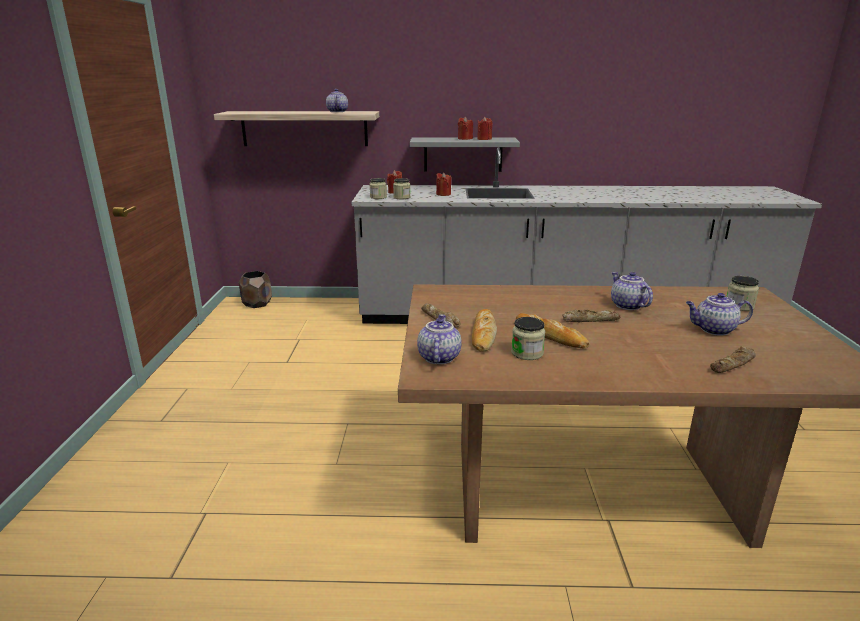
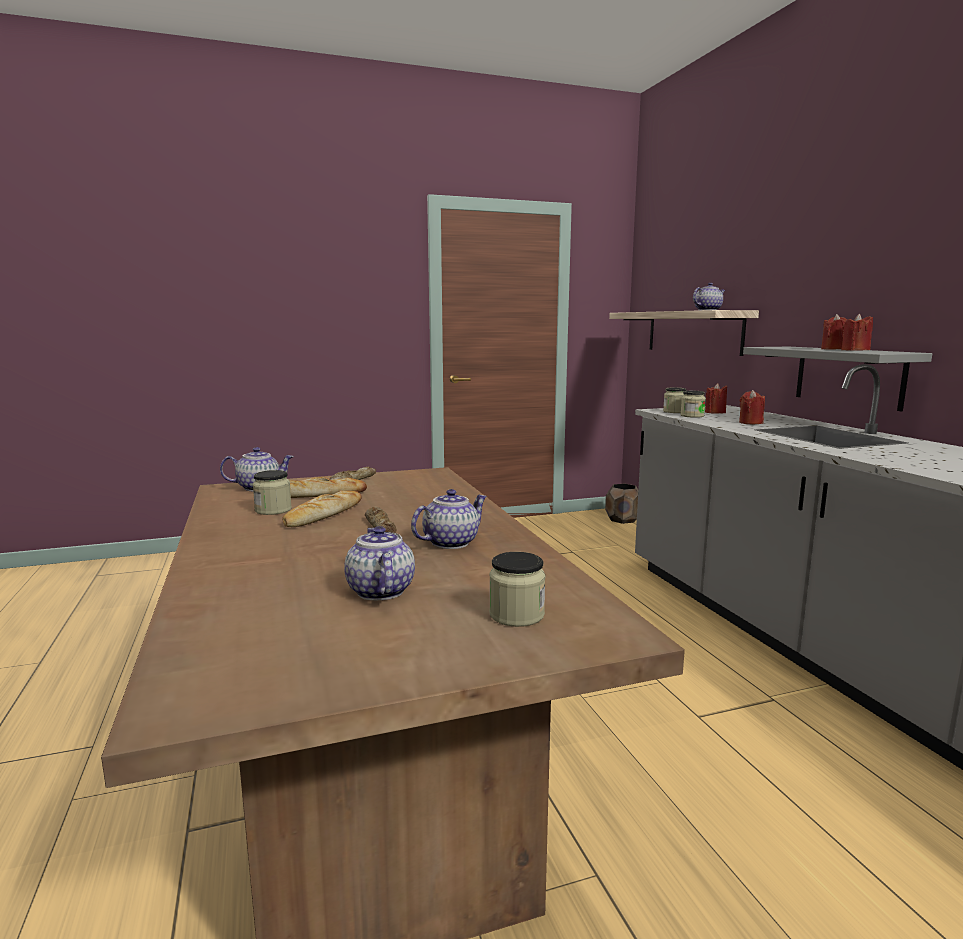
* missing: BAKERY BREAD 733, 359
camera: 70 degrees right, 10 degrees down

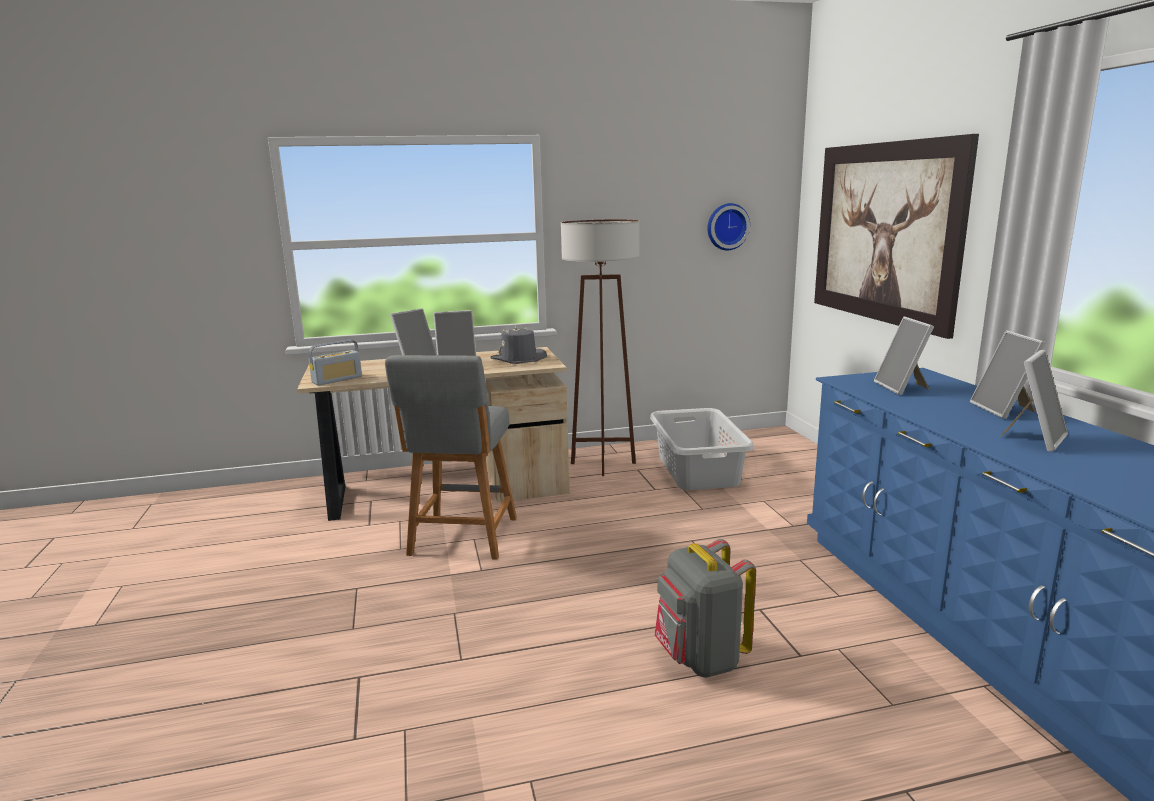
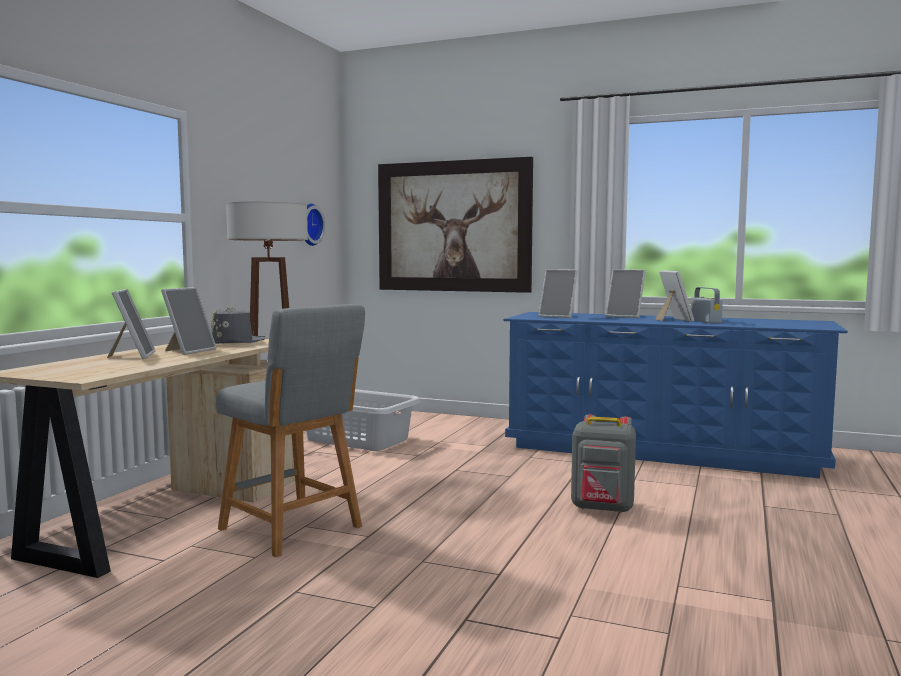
* relocated: RADIO 335, 363 to 707, 305
camera: 55 degrees left, 10 degrees down

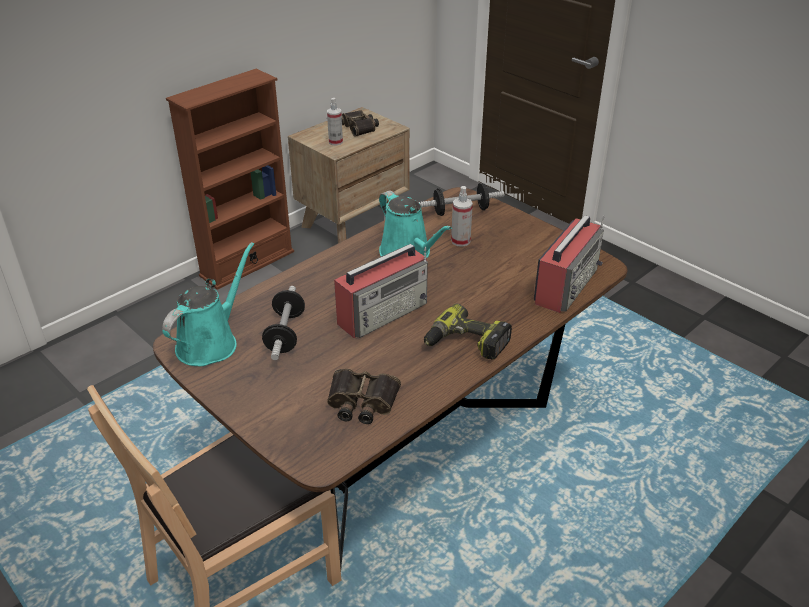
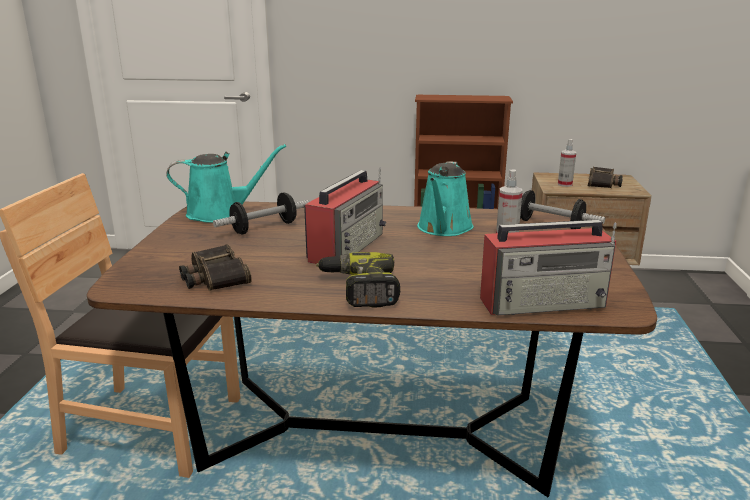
* spun: RADIO 381, 291 = 345, 215 75 degrees counterclockwise
camera: 50 degrees right, 15 degrees down

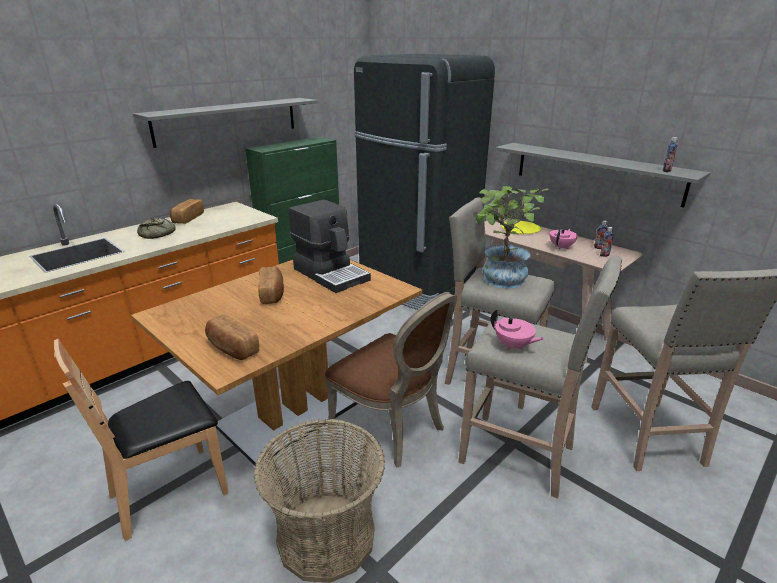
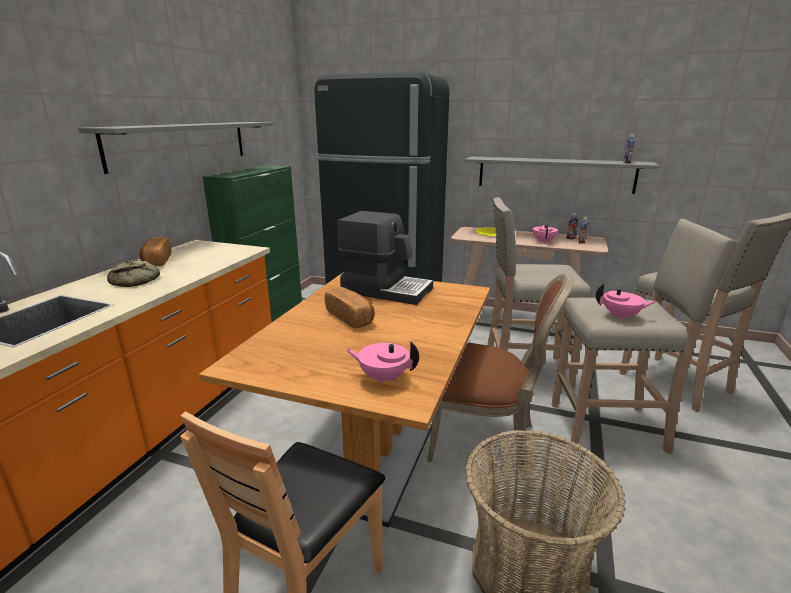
* exchanged: BAKERY BREAD 232, 337 to PINKISH TEAPOT 382, 363
* missing: POTTED PLANT 512, 237
camera: 25 degrees left, 5 degrees down

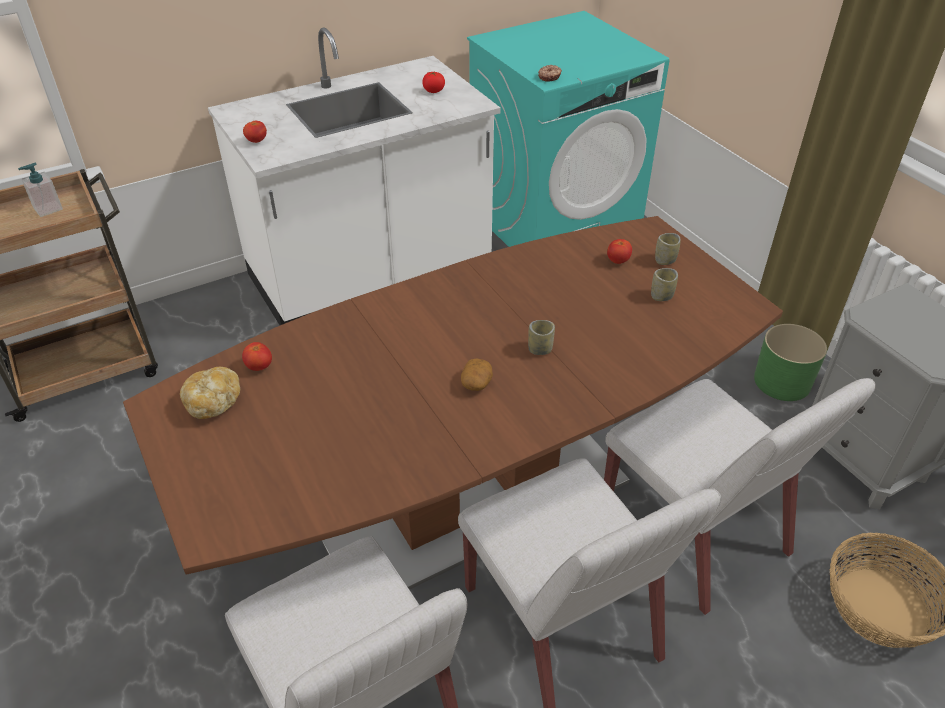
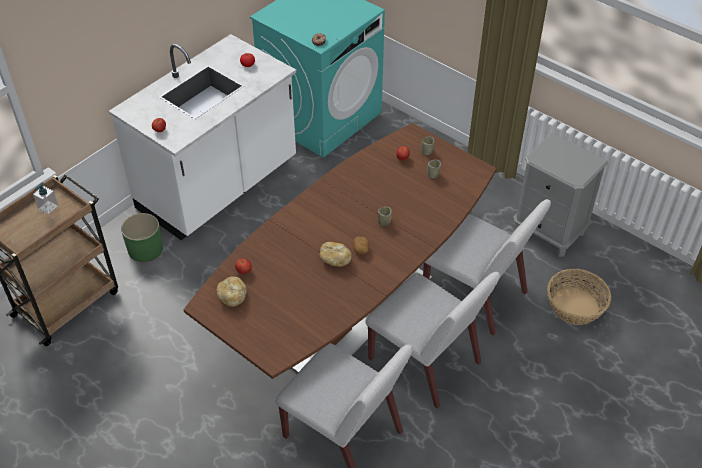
* relocated: GREEN-COLOURED FLOWER POT 790, 362 to 142, 237
* appeared: BAKERY BREAD 336, 254
camera: 20 degrees left, 5 degrees up

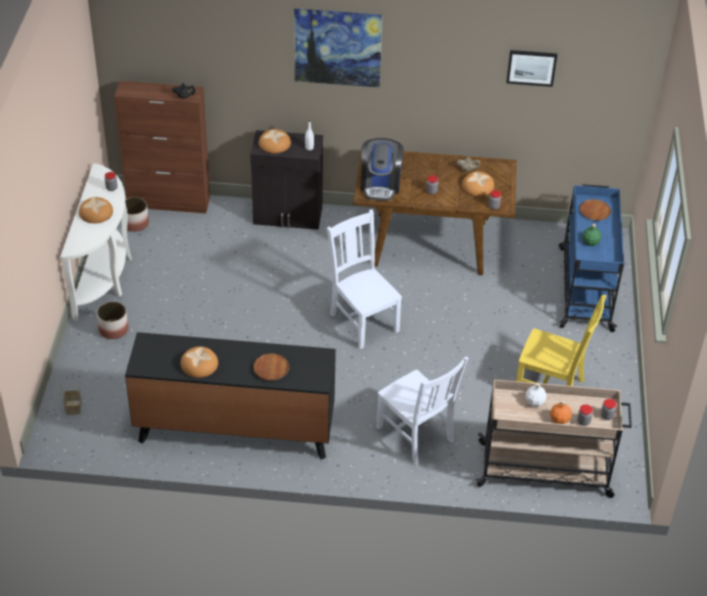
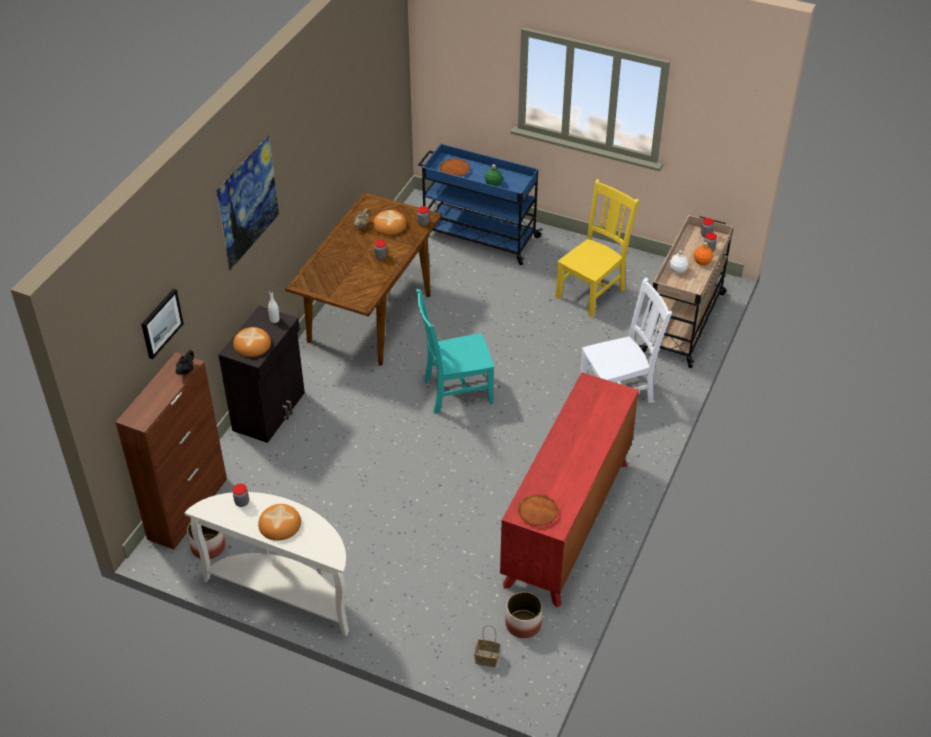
* relocated: FLOWER POT 113, 320 to 524, 614
* colour: BLACK-COLOURED DRESSER 230, 395 to REDDISH DRESSER 569, 490
* missing: BAKERY BREAD 199, 362
* relocated: BROWN PLATE 271, 367 to 538, 510
* colour: WHITISH CHAIR 364, 279 to TURQUOISE CHAIR 455, 351
* missing: COFFEE MAKER 382, 169
* relocated: WALL PICTURE 531, 68 to 162, 324
camera: 70 degrees left, 0 degrees up

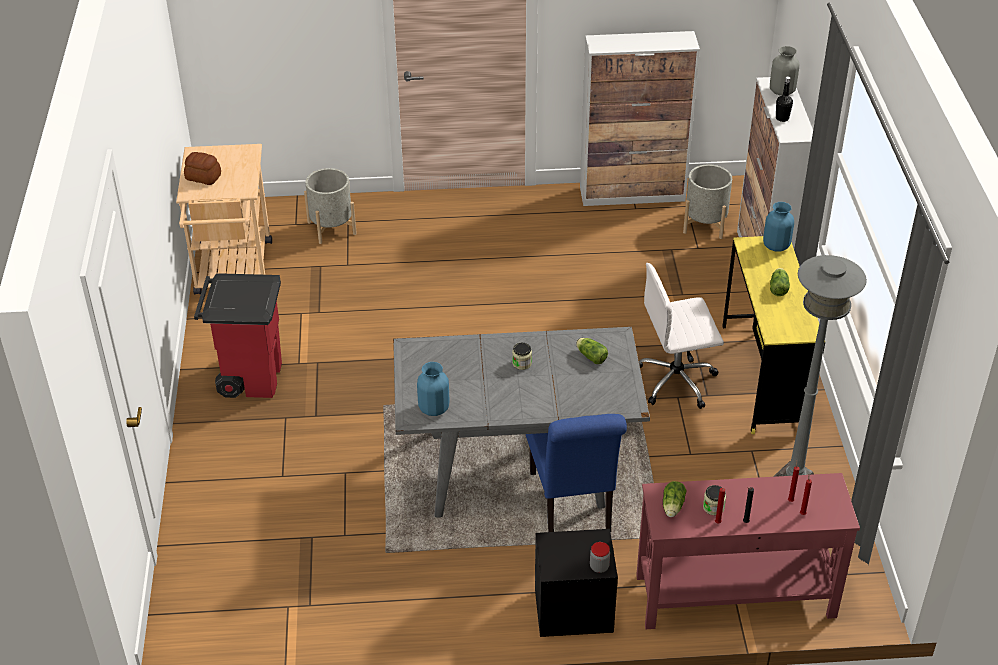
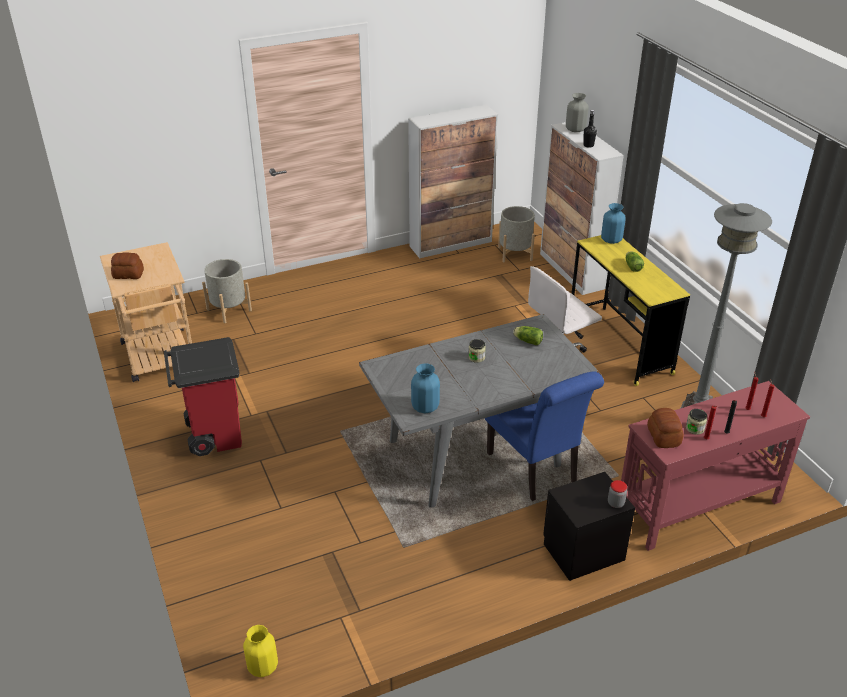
* exchanged: HEAD OF LETTUCE 675, 499 to BAKERY BREAD 665, 428
* appeared: YELLOW DECORATIVE VASE 260, 651
camera: 20 degrees left, 5 degrees down

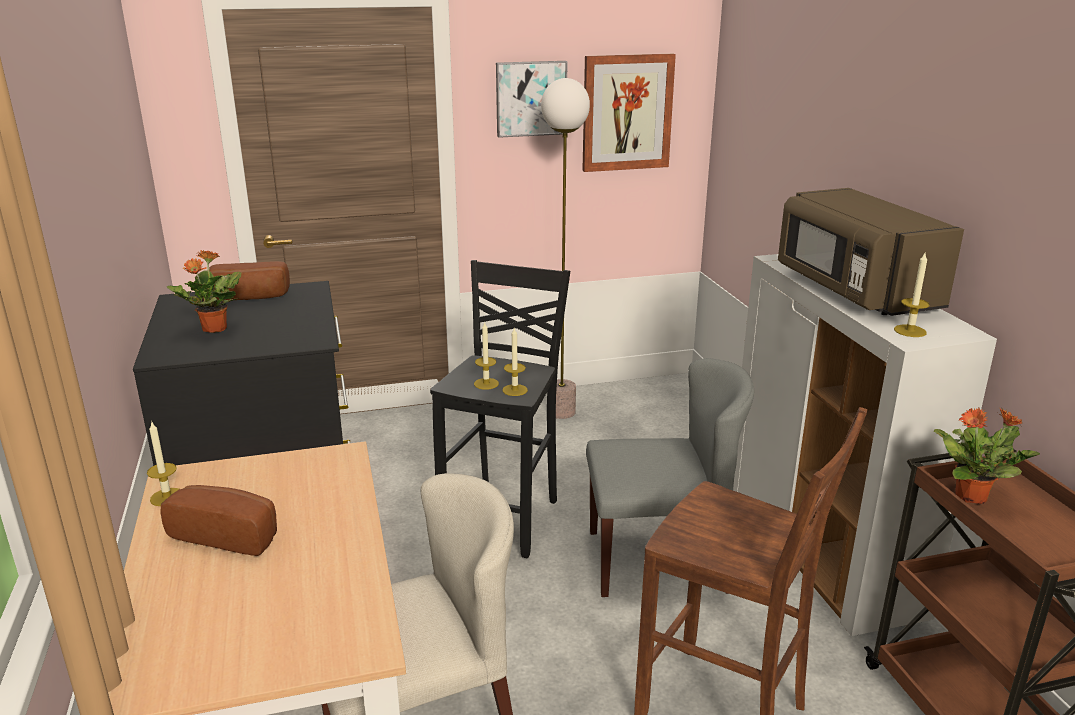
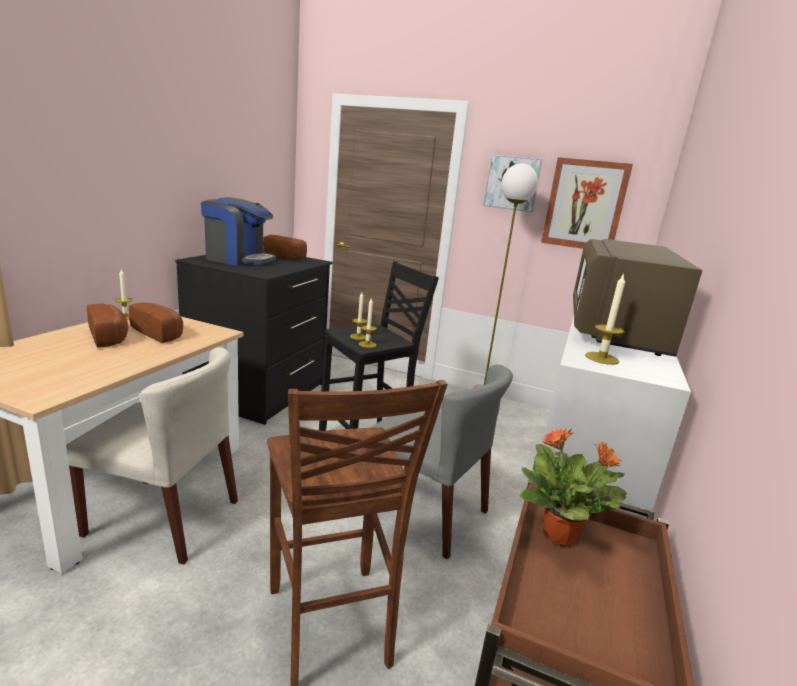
* exchanged: POTTED PLANT 204, 291 to COFFEE MAKER 238, 231
* appeared: BAKERY BREAD 156, 322
camera: 35 degrees right, 5 degrees down

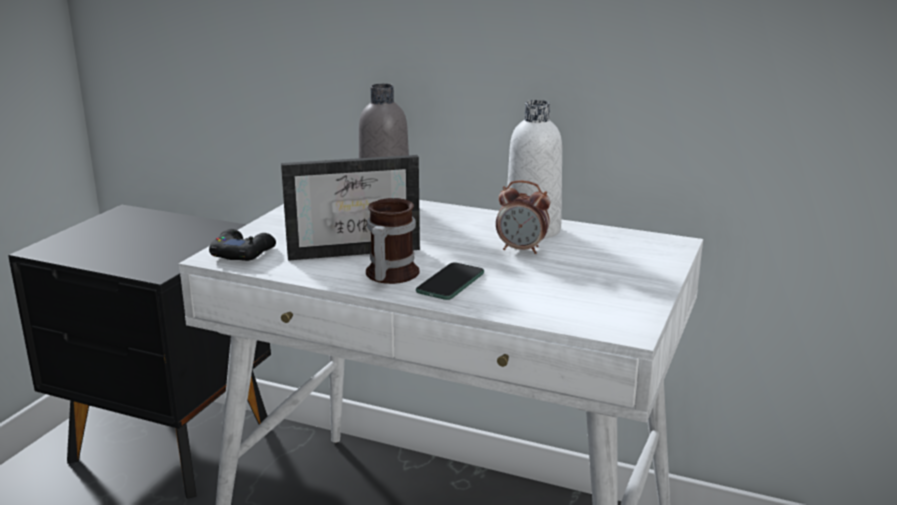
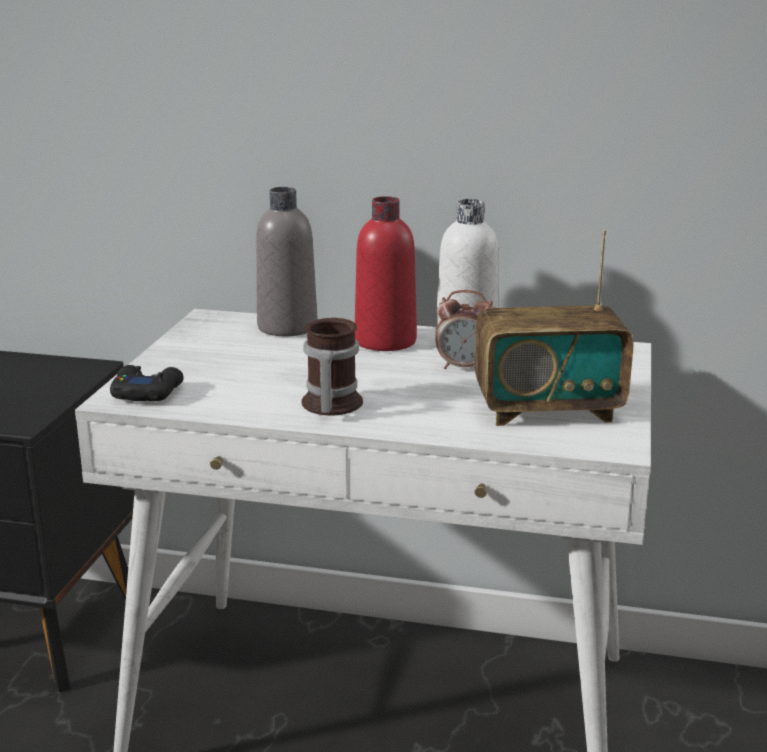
* missing: PICTURE FRAME 350, 208
* missing: HANDSET 450, 281
* appeared: REDDISH DRINK BOTTLE 386, 273
* appeared: RADIO 554, 328
camera: 10 degrees left, 0 degrees up

